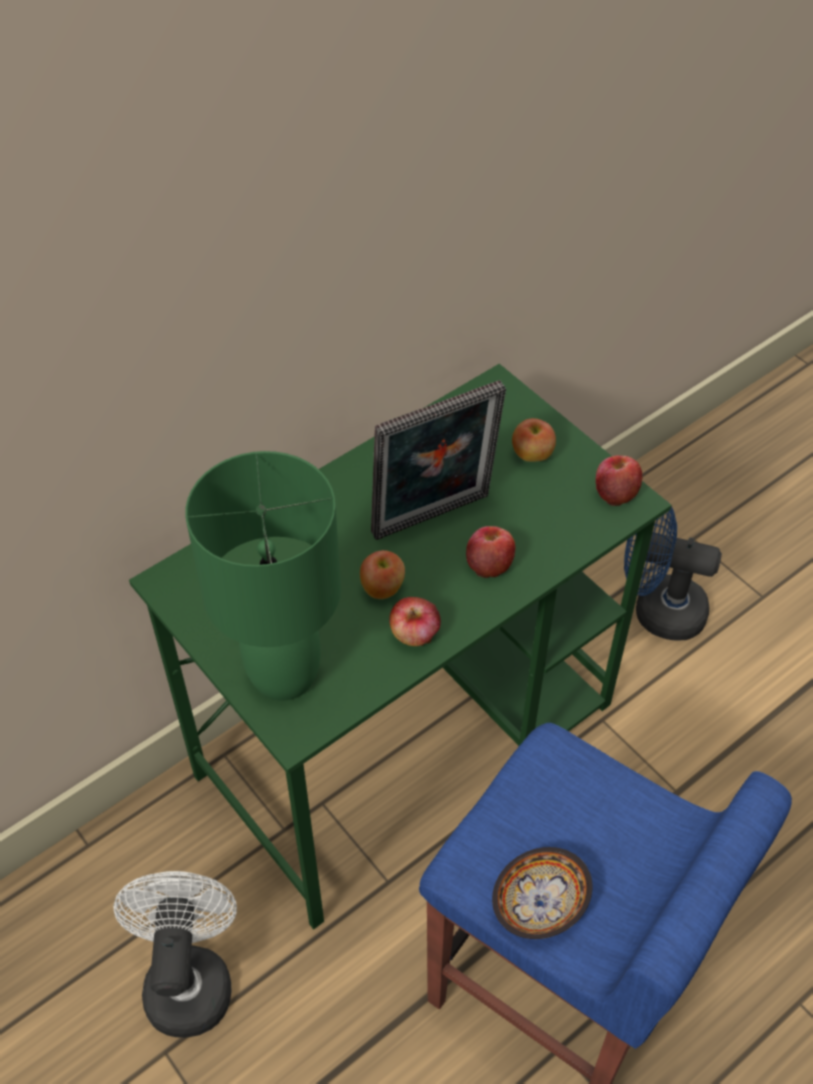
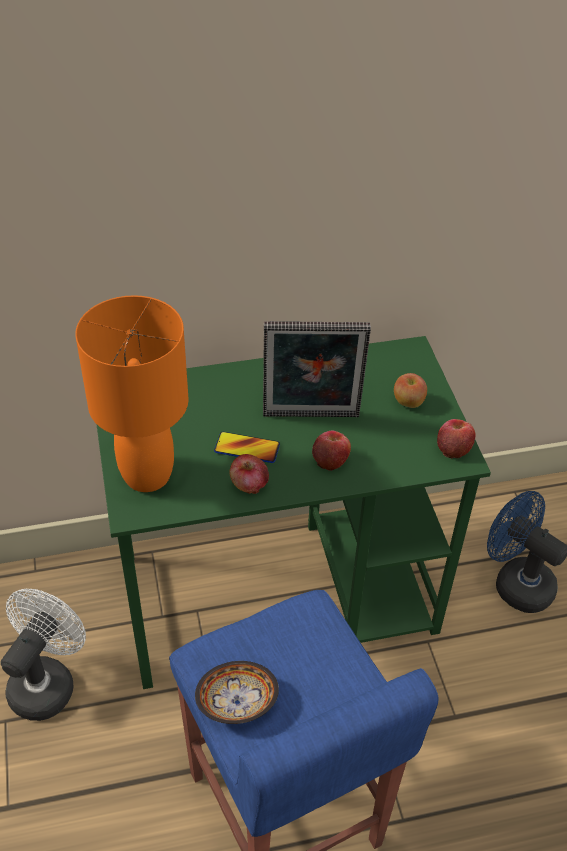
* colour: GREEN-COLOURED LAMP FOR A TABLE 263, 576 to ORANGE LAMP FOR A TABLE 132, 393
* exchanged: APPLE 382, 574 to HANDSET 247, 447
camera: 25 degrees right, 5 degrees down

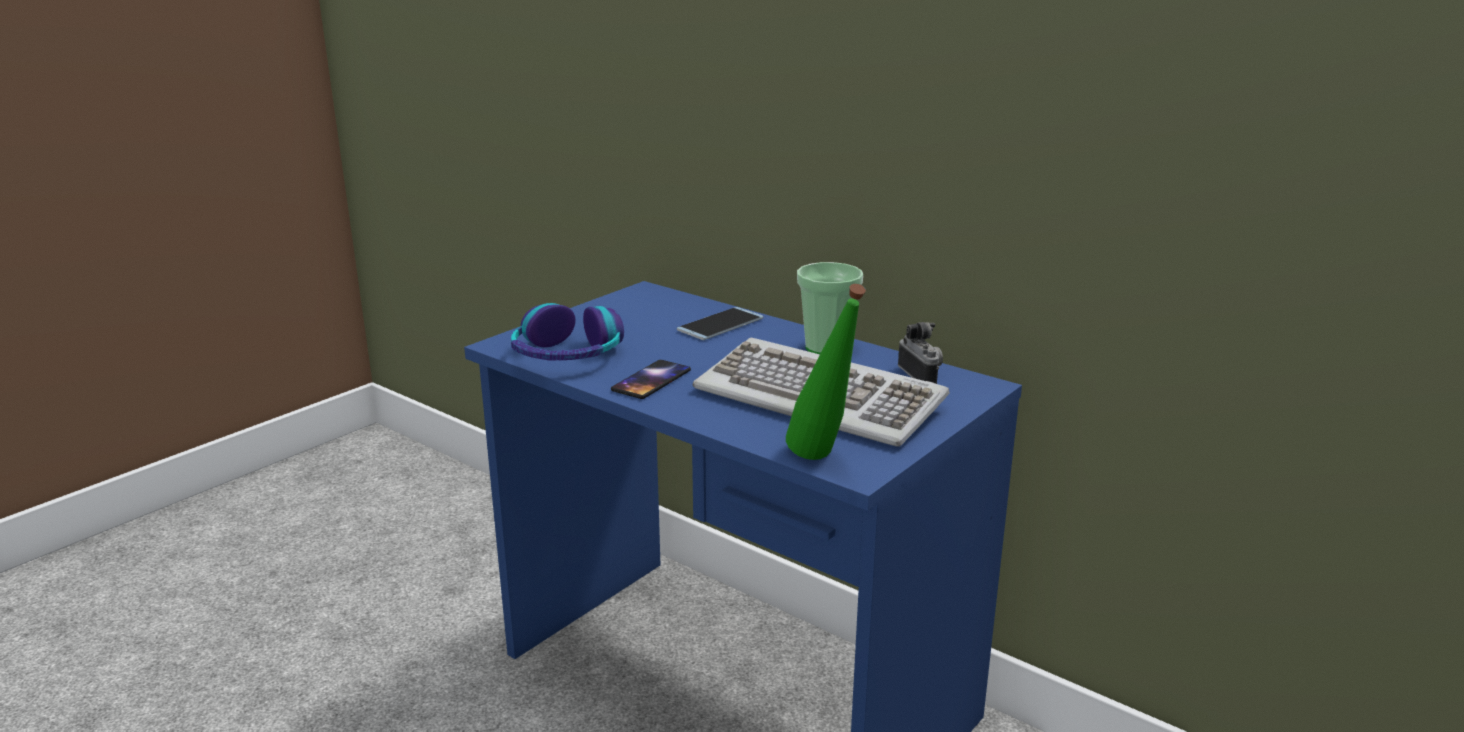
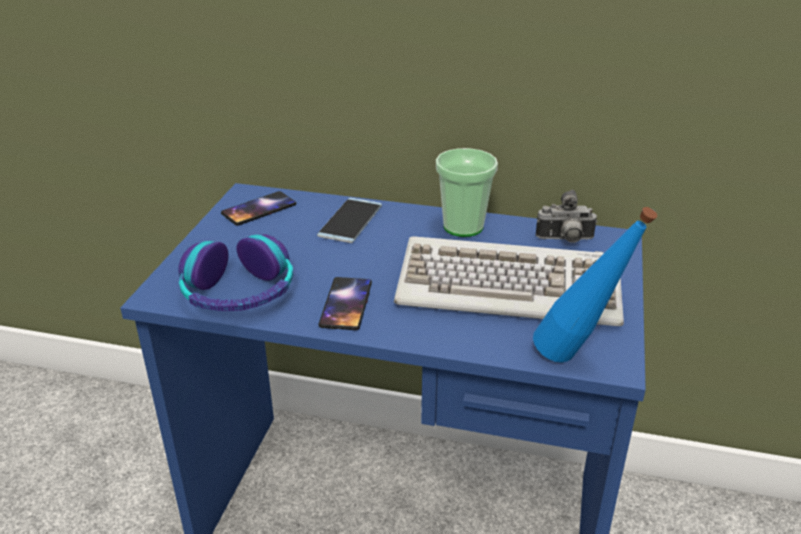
* colour: GREEN-COLOURED DRINK BOTTLE 826, 372 to BLUE DRINK BOTTLE 595, 285
* spun: PHOTO CAMERA 920, 353 = 566, 216 135 degrees clockwise
* appeared: HANDSET 259, 208
camera: 25 degrees left, 10 degrees up

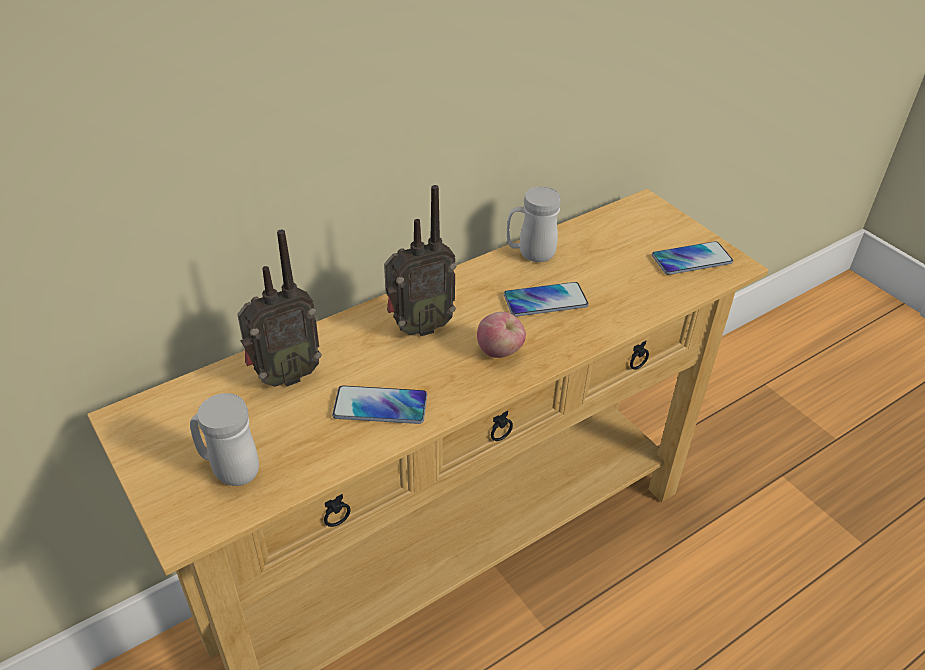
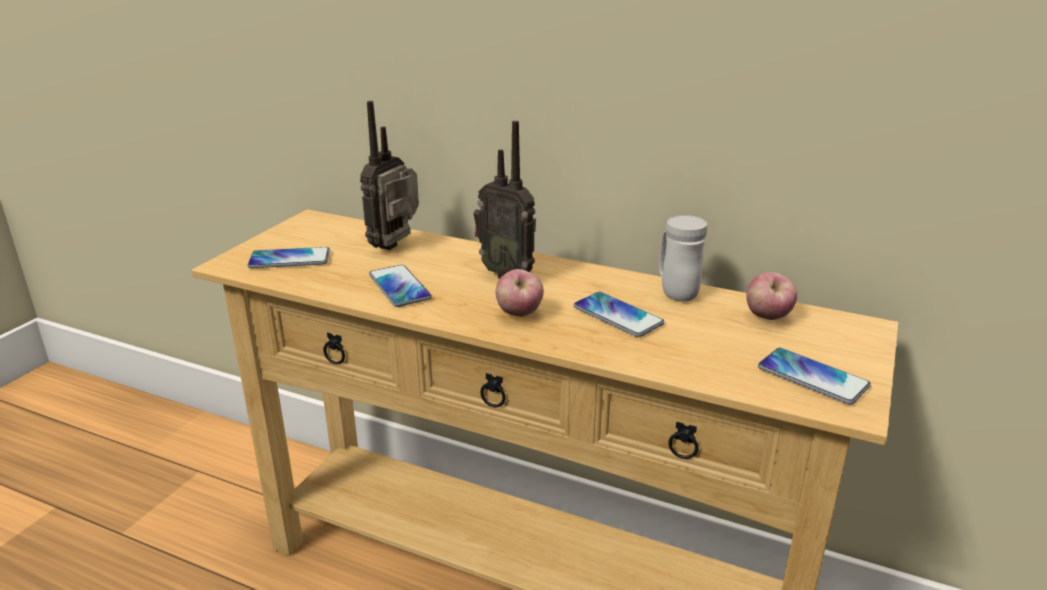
* exchanged: WHITISH COFFEE MUG 224, 439 to HANDSET 289, 257
* spun: RADIO 279, 308 = 389, 175 90 degrees clockwise
* appeared: APPLE 771, 296
camera: 60 degrees right, 15 degrees down

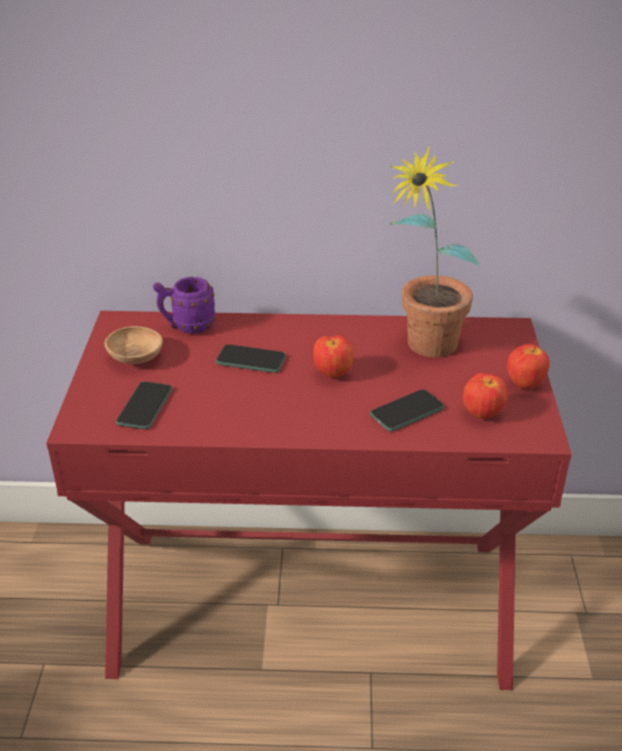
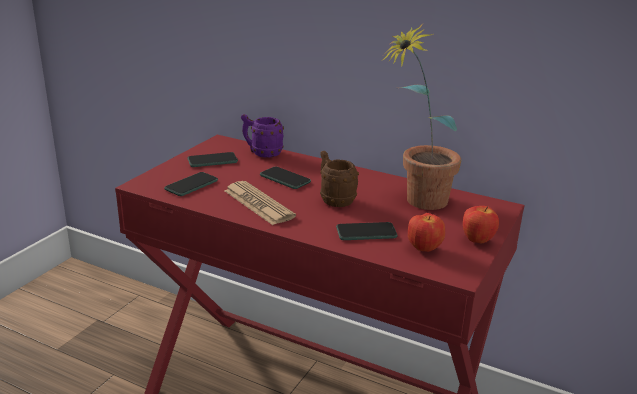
* exchanged: BROWN BOWL 134, 345 to HANDSET 212, 159
* exchanged: APPLE 333, 356 to BROWN COFFEE MUG 339, 179
* appeared: PRINTED PAPER 260, 203
camera: 25 degrees right, 10 degrees down

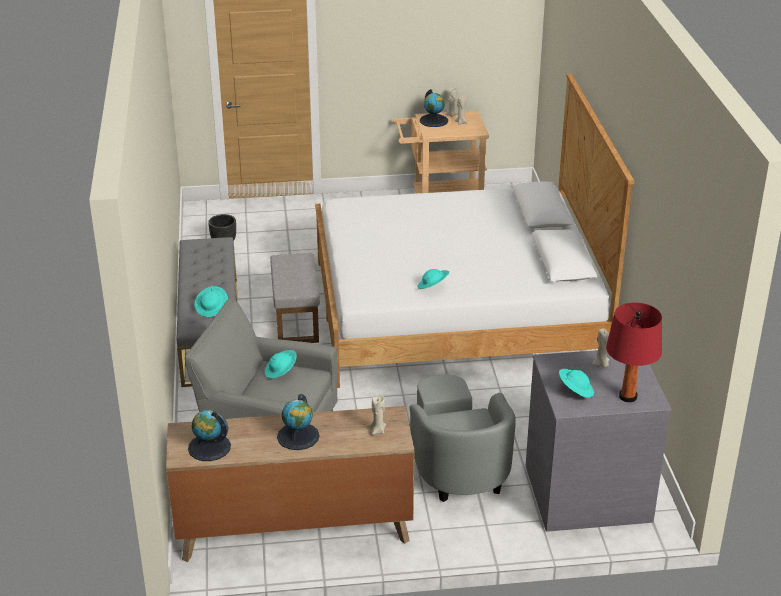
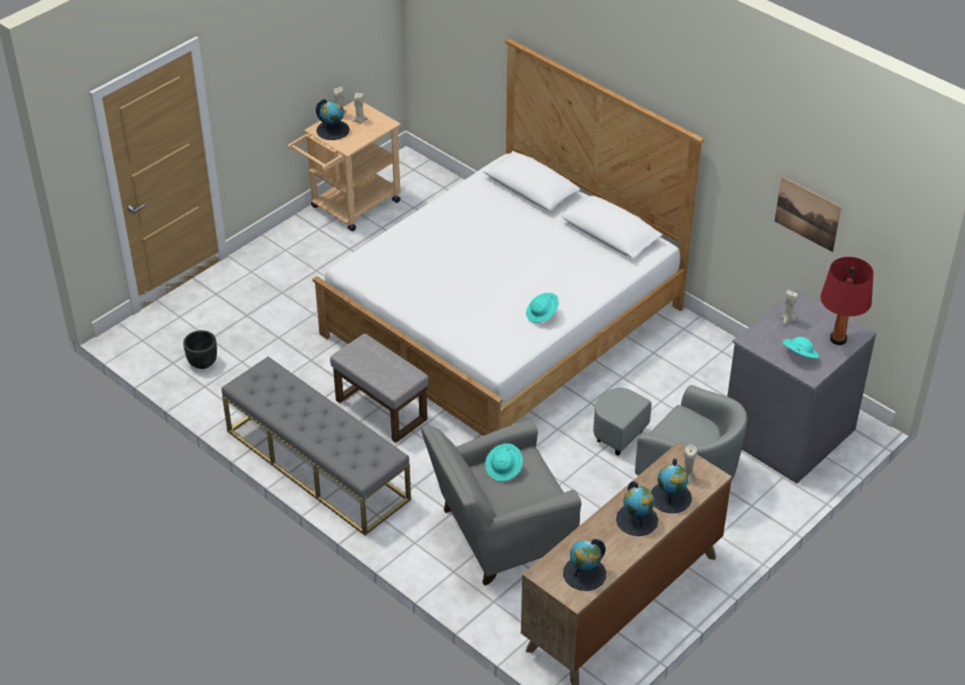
* missing: TURQUOISE WEARABLE HAT 211, 301
* appeared: WORLD GLOBE 671, 485
* appeared: WALL PICTURE 808, 214
camera: 40 degrees left, 10 degrees up

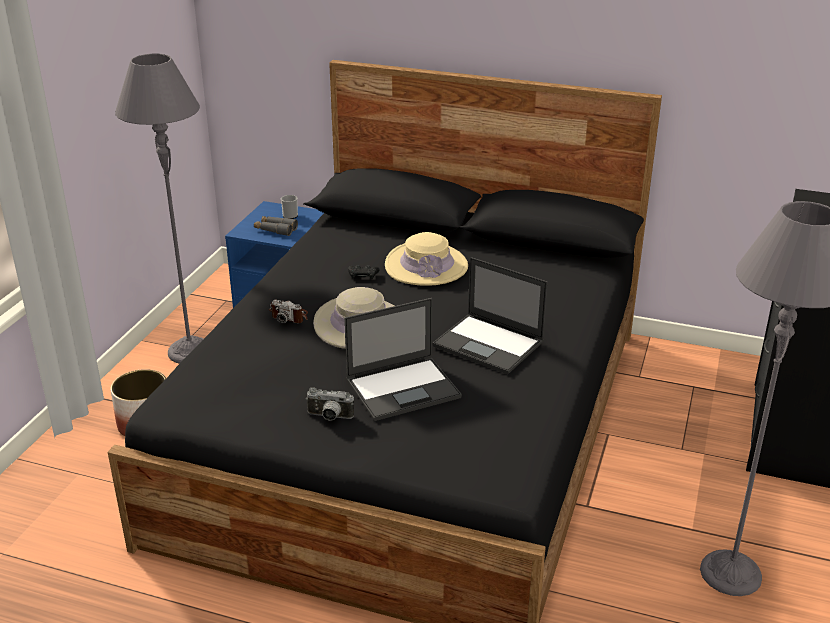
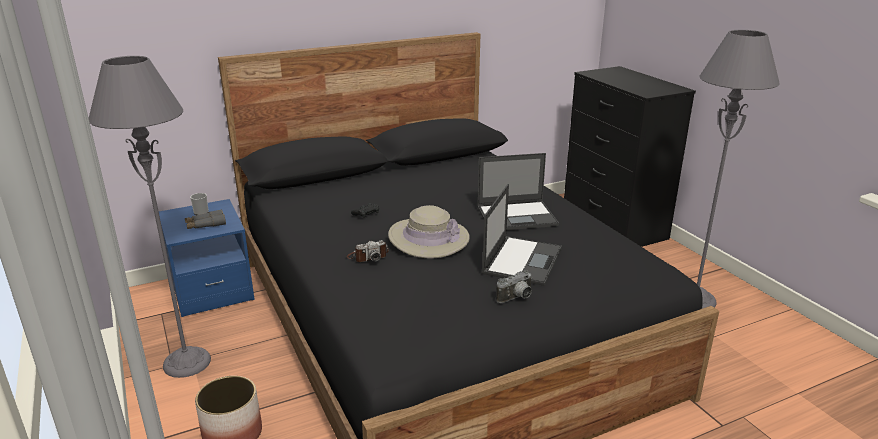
* missing: SAND-COLOURED WEARABLE HAT 426, 259
camera: 45 degrees left, 5 degrees down

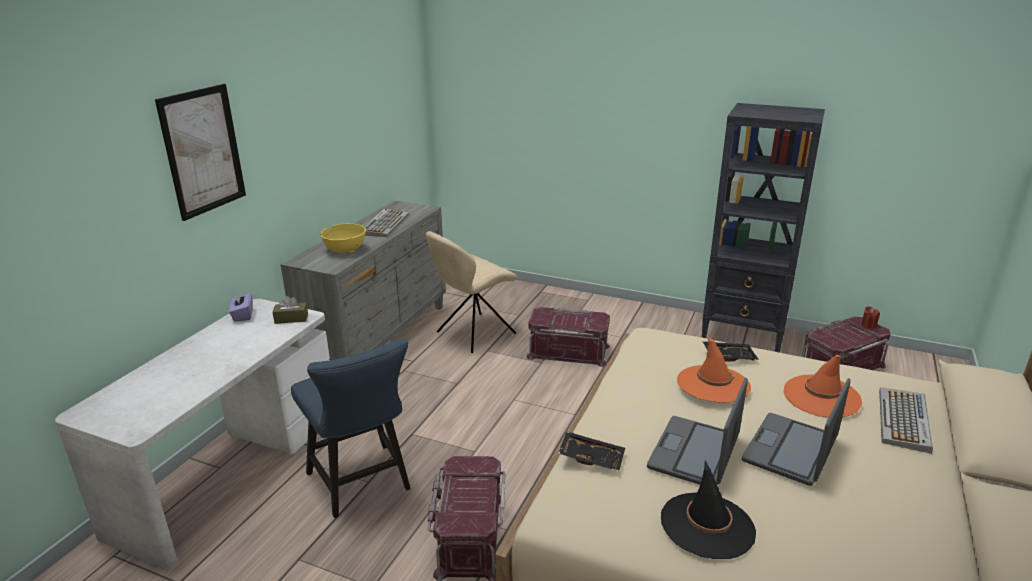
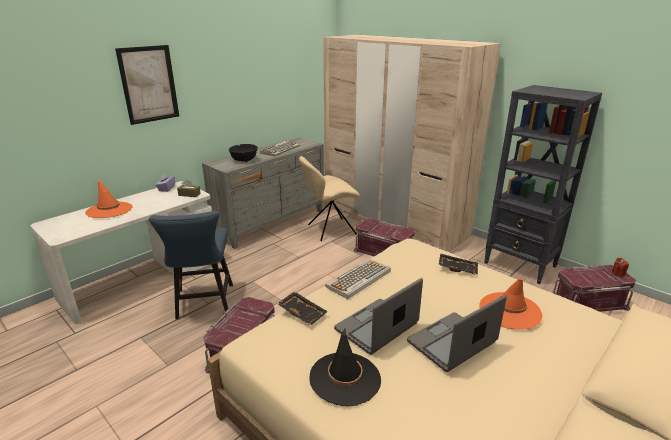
* colour: YELLOW BOWL 343, 238 to BLACK-COLOURED BOWL 243, 153
* relocated: ORANGE WEARABLE HAT 714, 369 to 109, 198
* relocated: PC KEYBOARD 906, 420 to 358, 279
* appeared: SAND-COLOURED CLOTHES CUPBOARD 412, 143
camera: 20 degrees right, 0 degrees up

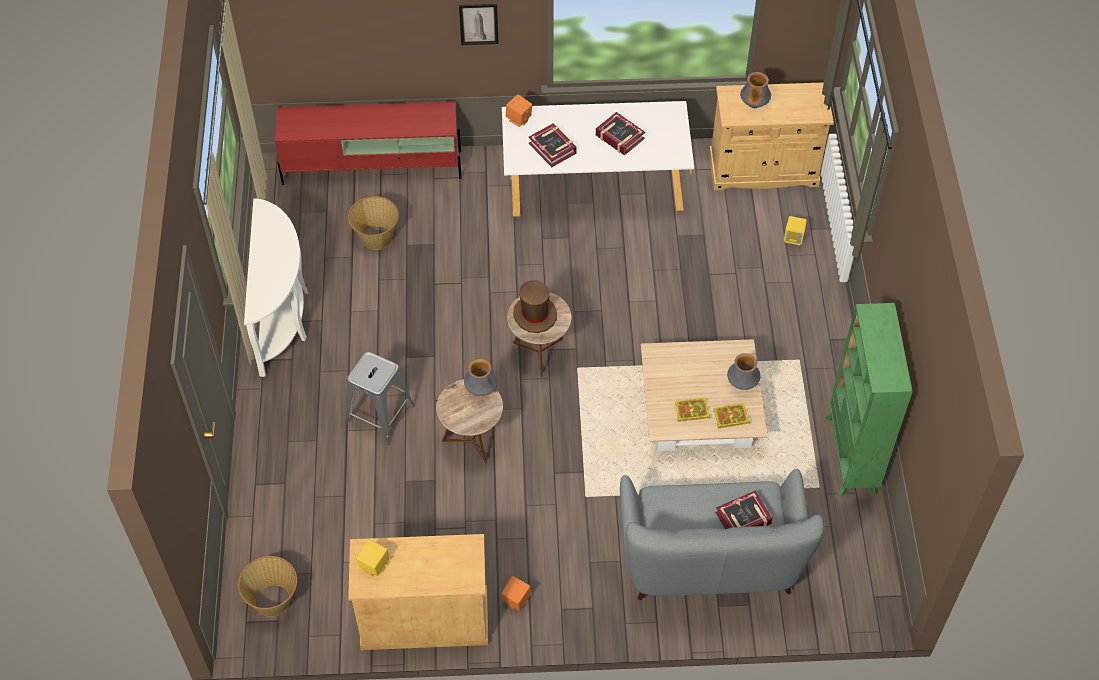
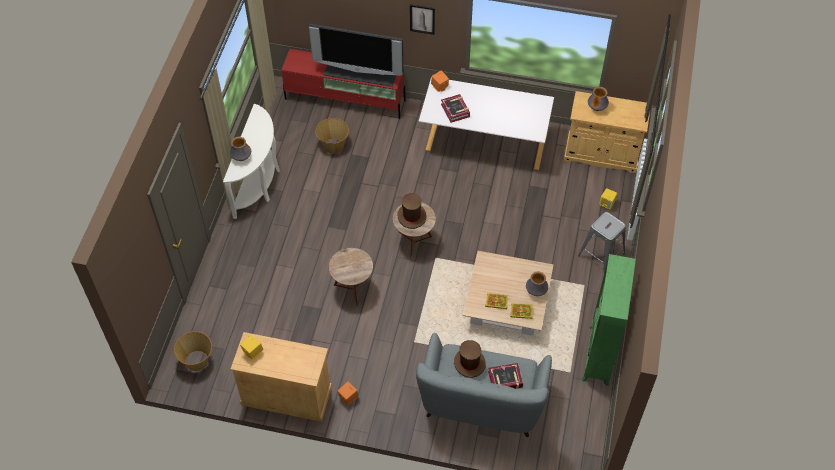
* relocated: GREY SITTING STOOL 379, 398 to 602, 242
* relocated: DECORATIVE VASE 481, 377 to 240, 149
* missing: BOUND BOOK 620, 133
* appeared: TV 356, 55
* appeared: BROWN WEARABLE HAT 470, 359
camera: 15 degrees right, 0 degrees up

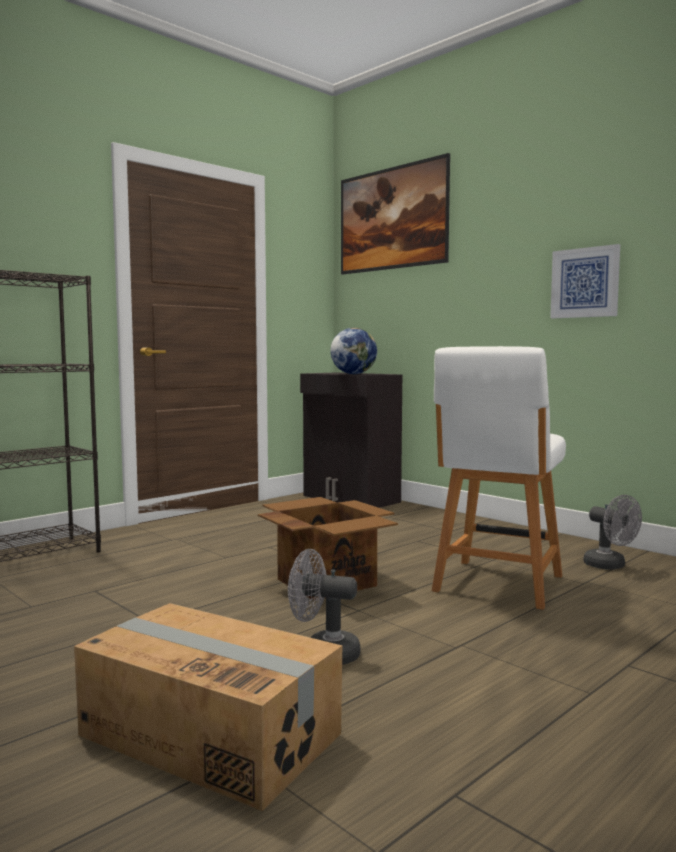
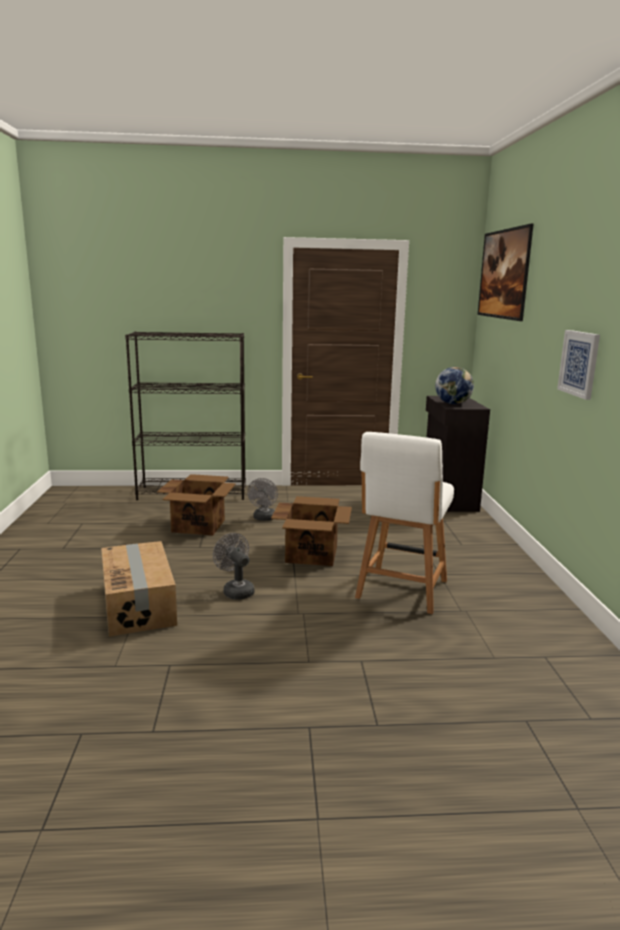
* spun: WHITISH CHAIR 499, 478 = 404, 523 45 degrees counterclockwise
* relocated: GREY COOLING FAN 612, 532 to 262, 499
* appeared: CARDBOARD BOX 196, 504
camera: 40 degrees right, 10 degrees up

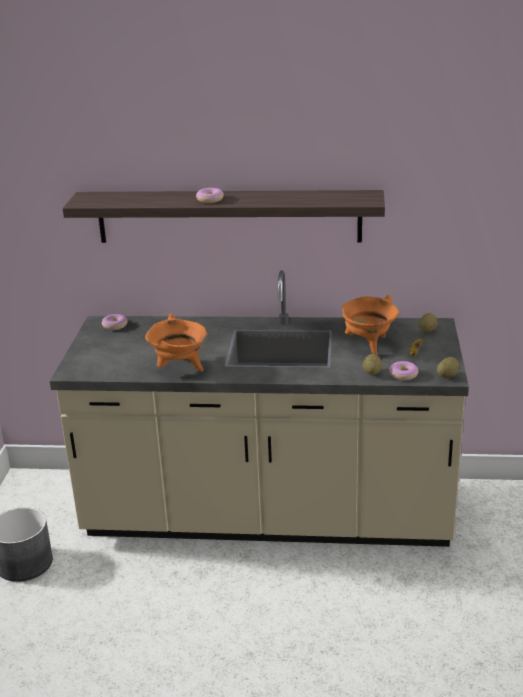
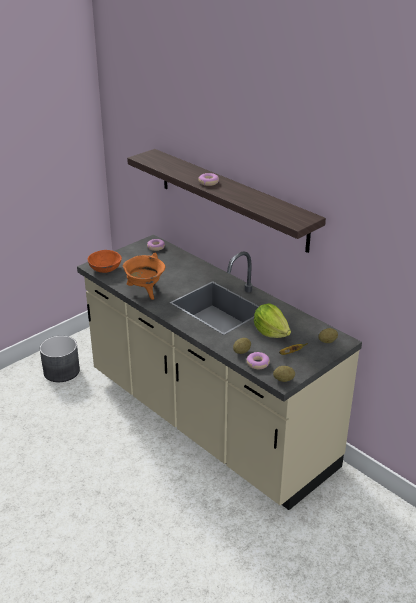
* exchanged: ORANGE STOCKPOT 370, 325 to HEAD OF LETTUCE 272, 320
* appeared: ORANGE BOWL 105, 261
camera: 40 degrees right, 5 degrees up

